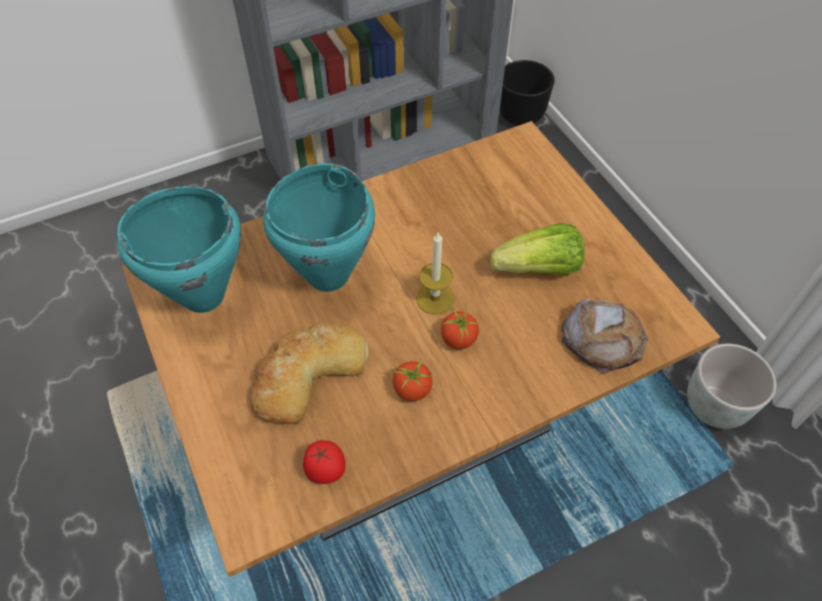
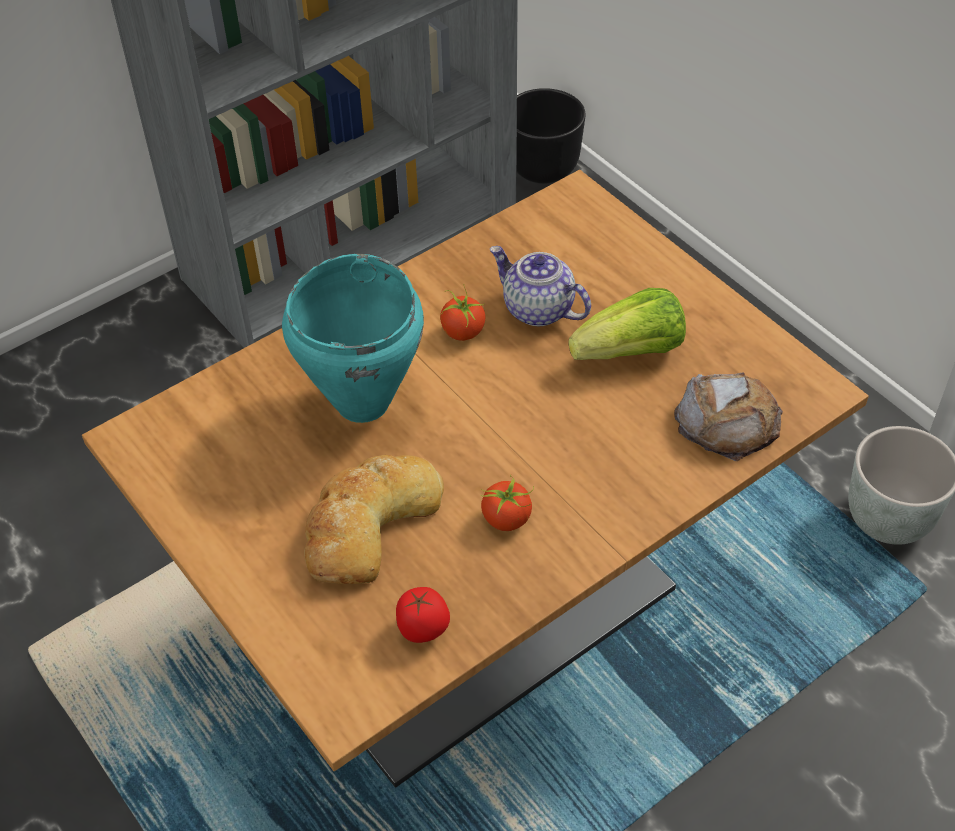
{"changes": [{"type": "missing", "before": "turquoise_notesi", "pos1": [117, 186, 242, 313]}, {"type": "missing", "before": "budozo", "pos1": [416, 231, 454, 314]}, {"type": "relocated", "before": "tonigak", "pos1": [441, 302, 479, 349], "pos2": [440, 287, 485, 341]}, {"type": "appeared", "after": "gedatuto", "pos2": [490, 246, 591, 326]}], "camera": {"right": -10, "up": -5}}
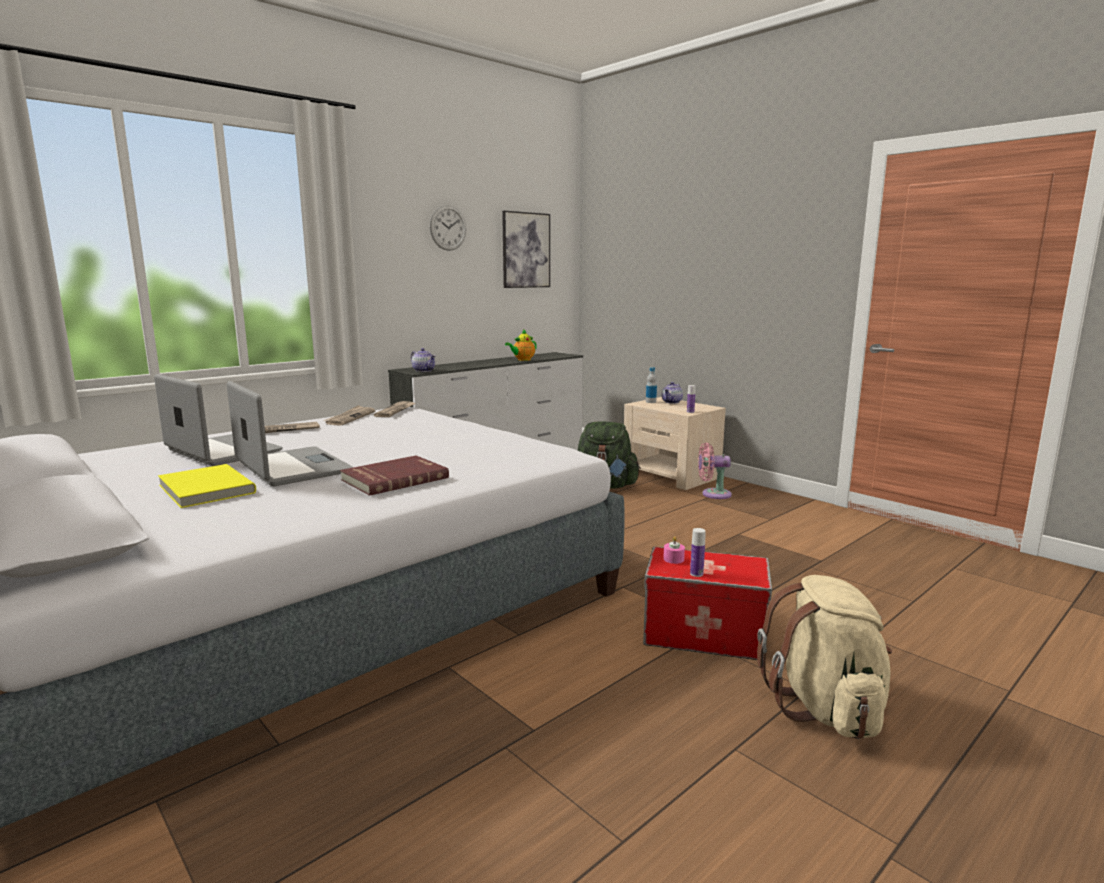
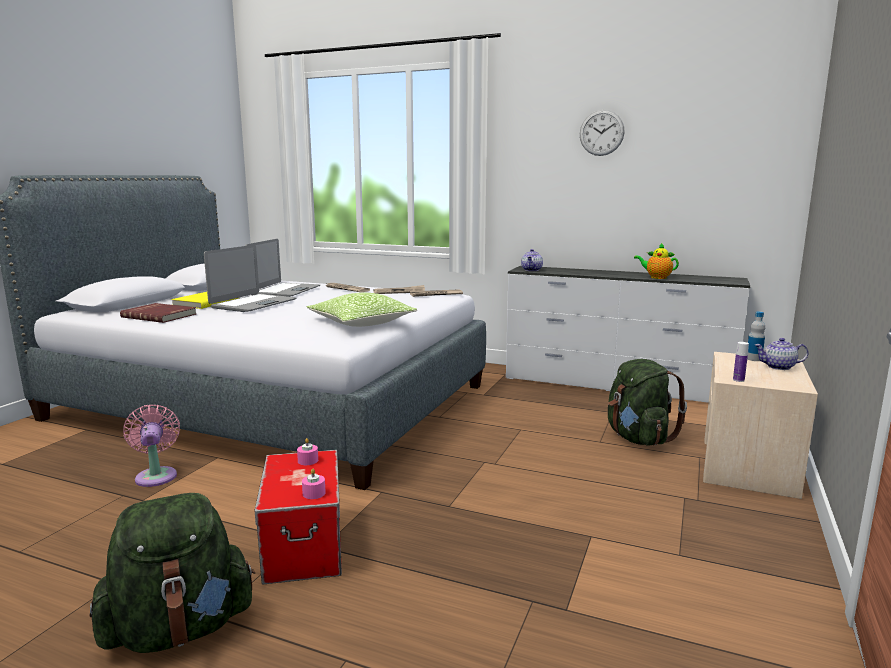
{"changes": [{"type": "relocated", "before": "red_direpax", "pos1": [340, 455, 449, 496], "pos2": [120, 303, 196, 323]}, {"type": "missing", "before": "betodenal", "pos1": [502, 211, 550, 288]}, {"type": "missing", "before": "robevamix", "pos1": [690, 528, 706, 577]}, {"type": "relocated", "before": "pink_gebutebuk", "pos1": [698, 443, 732, 499], "pos2": [123, 405, 180, 487]}, {"type": "colour", "before": "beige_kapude", "after": "green_kapude", "pos1": [757, 575, 892, 739], "pos2": [90, 493, 255, 653]}, {"type": "appeared", "after": "pink_budozo", "pos2": [302, 469, 326, 499]}, {"type": "appeared", "after": "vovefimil", "pos2": [307, 293, 417, 327]}], "camera": {"right": 65, "up": 0}}
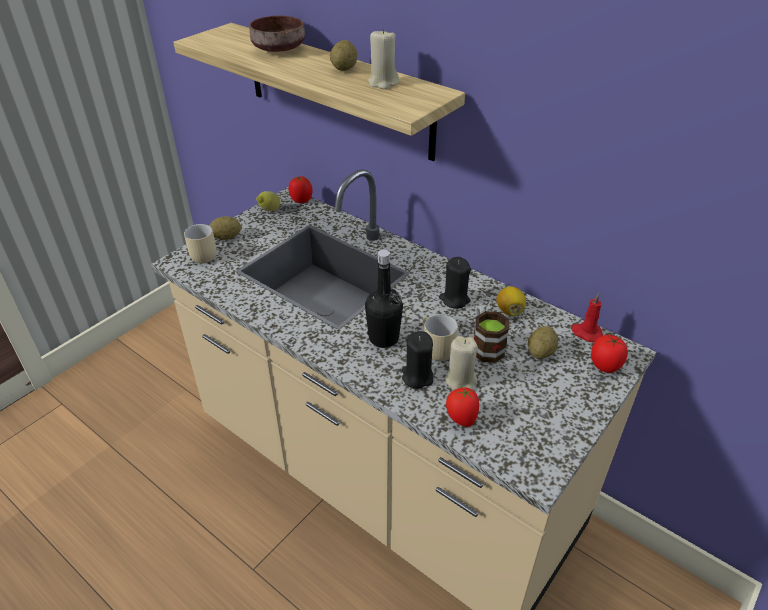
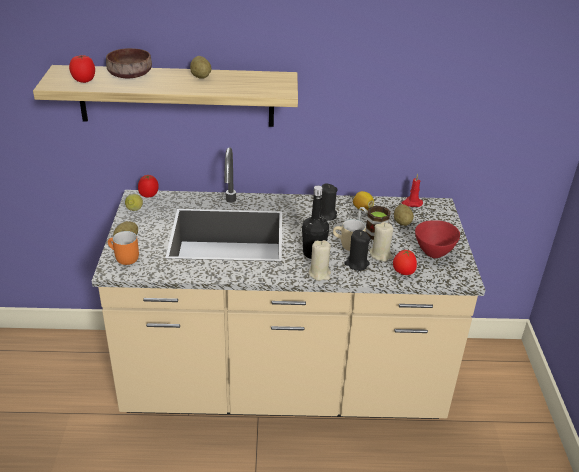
{"changes": [{"type": "colour", "before": "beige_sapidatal", "after": "orange_sapidatal", "pos1": [184, 224, 216, 263], "pos2": [108, 231, 139, 265]}, {"type": "relocated", "before": "beige_budozo", "pos1": [368, 28, 399, 89], "pos2": [309, 240, 331, 281]}, {"type": "relocated", "before": "tonigak", "pos1": [591, 335, 628, 373], "pos2": [69, 55, 95, 83]}, {"type": "appeared", "after": "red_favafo", "pos2": [415, 220, 460, 258]}], "camera": {"right": -40, "up": -5}}
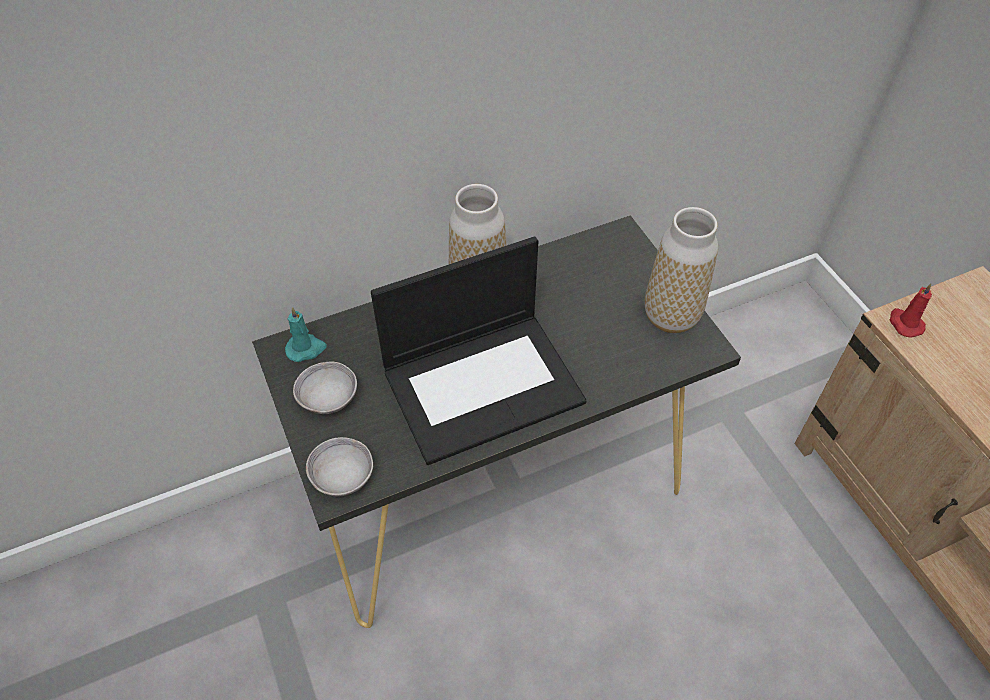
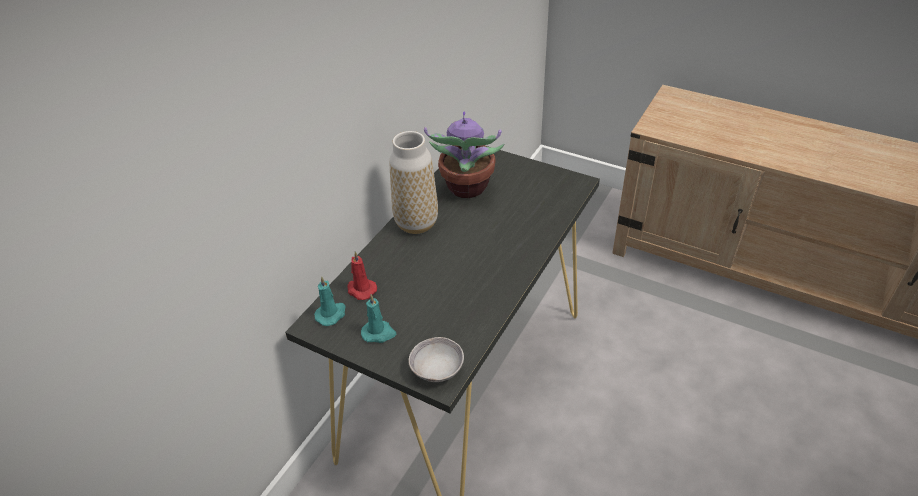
{"changes": [{"type": "exchanged", "before": "grey_favafo", "after": "turquoise_budozo", "pos1": [293, 362, 357, 414], "pos2": [361, 294, 396, 343]}, {"type": "missing", "before": "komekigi", "pos1": [371, 236, 587, 465]}, {"type": "missing", "before": "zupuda", "pos1": [645, 207, 718, 333]}, {"type": "relocated", "before": "red_budozo", "pos1": [890, 283, 932, 338], "pos2": [347, 251, 377, 300]}, {"type": "appeared", "after": "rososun", "pos2": [424, 112, 504, 198]}], "camera": {"right": -35, "up": -10}}
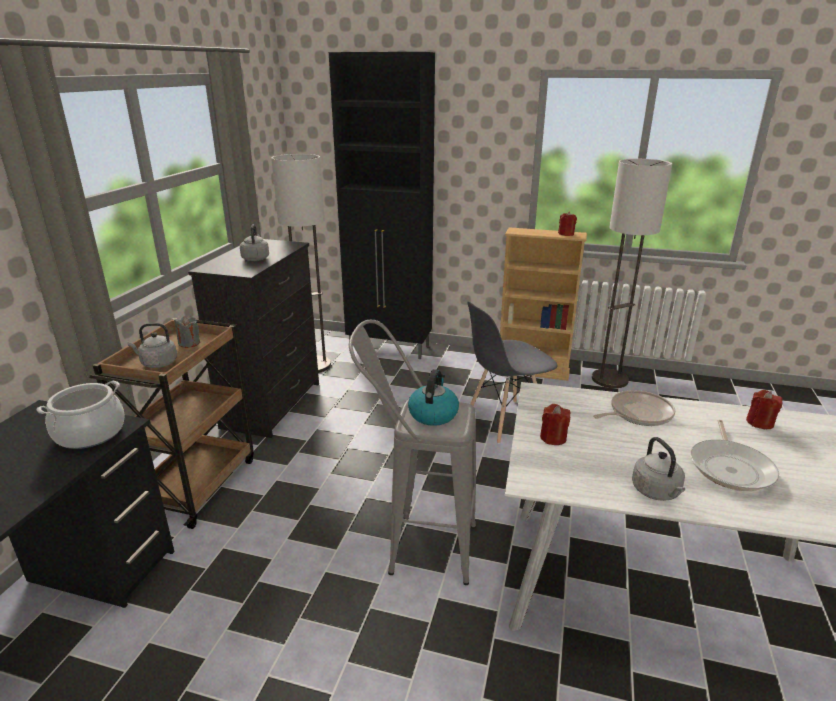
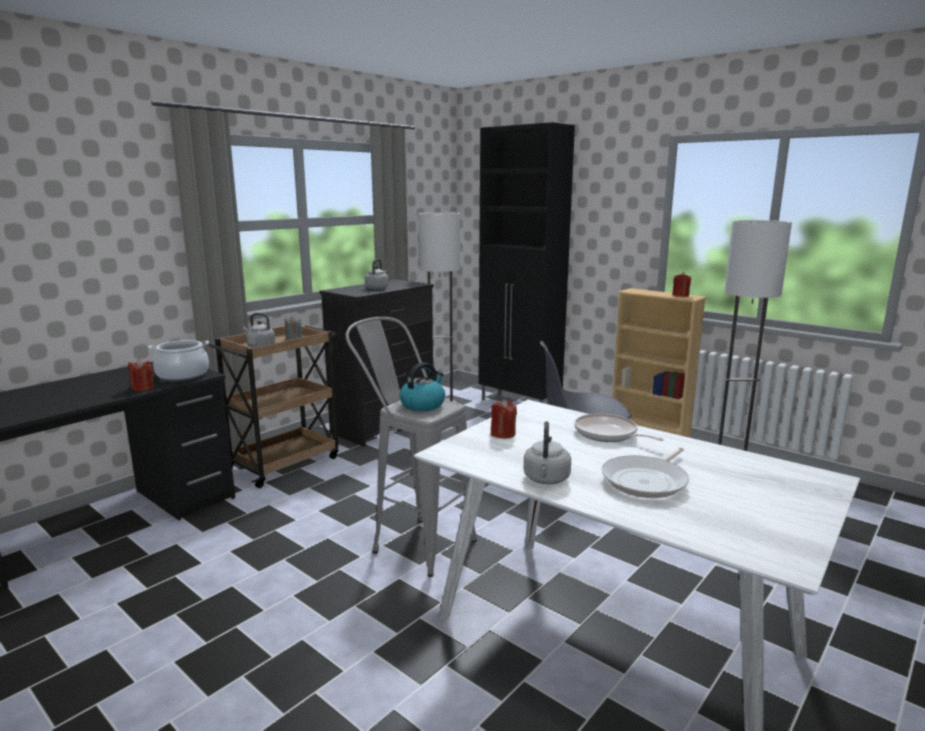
{"changes": [{"type": "spun", "before": "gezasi", "pos1": [593, 390, 675, 426], "pos2": [574, 413, 664, 442], "turn": -135}, {"type": "relocated", "before": "red_budozo", "pos1": [746, 390, 783, 429], "pos2": [128, 359, 154, 391]}], "camera": {"right": 25, "up": -10}}
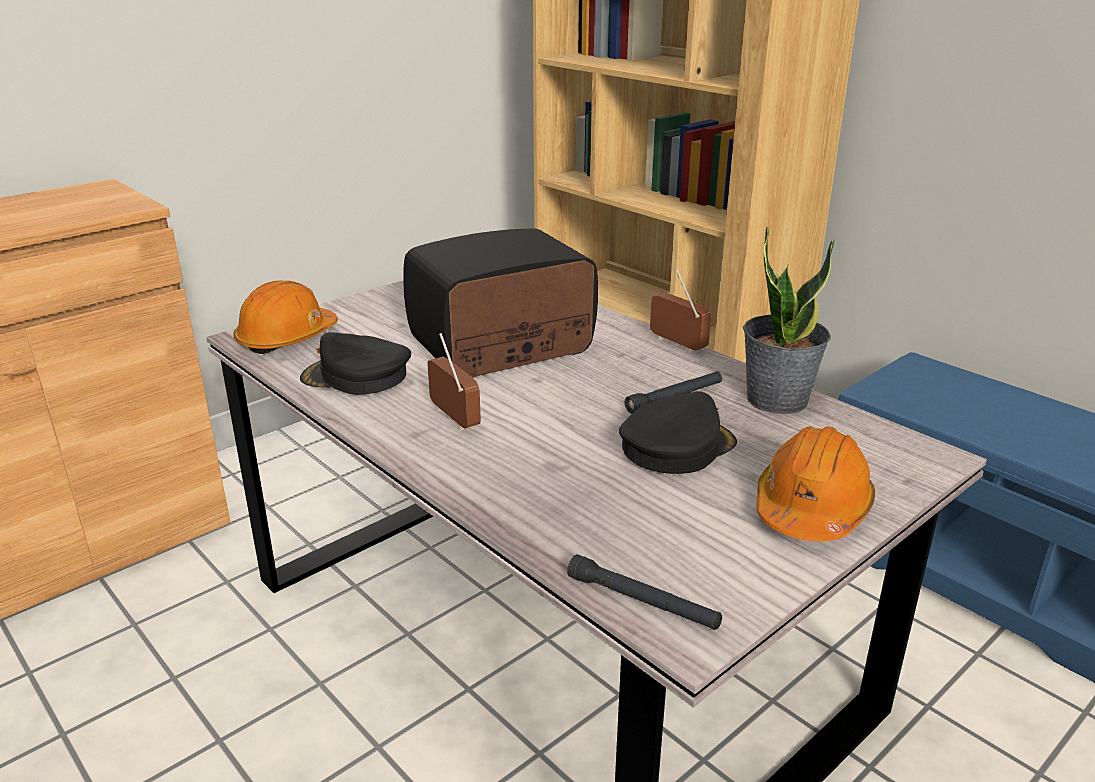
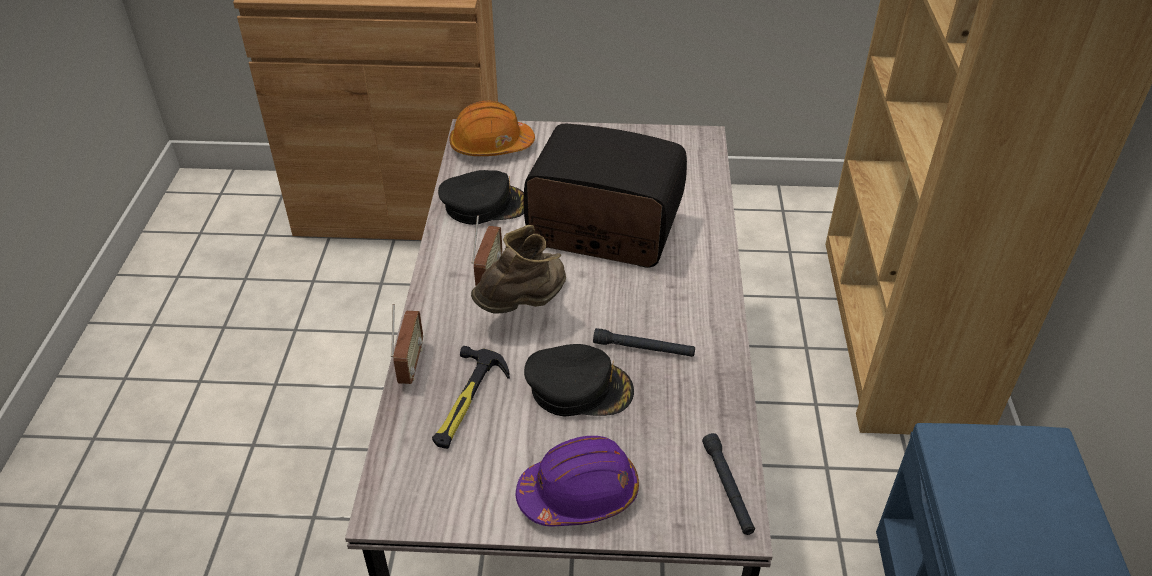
{"changes": [{"type": "spun", "before": "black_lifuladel", "pos1": [300, 332, 411, 395], "pos2": [438, 170, 524, 225], "turn": 120}, {"type": "relocated", "before": "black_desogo", "pos1": [567, 554, 722, 630], "pos2": [702, 433, 755, 535]}, {"type": "relocated", "before": "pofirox", "pos1": [650, 269, 711, 353], "pos2": [391, 304, 423, 384]}, {"type": "missing", "before": "rososun", "pos1": [743, 226, 835, 414]}, {"type": "colour", "before": "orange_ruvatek", "after": "purple_ruvatek", "pos1": [756, 426, 875, 541], "pos2": [516, 436, 639, 526]}, {"type": "appeared", "after": "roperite", "pos2": [432, 346, 510, 449]}, {"type": "appeared", "after": "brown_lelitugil", "pos2": [471, 225, 566, 314]}], "camera": {"right": 45, "up": 15}}
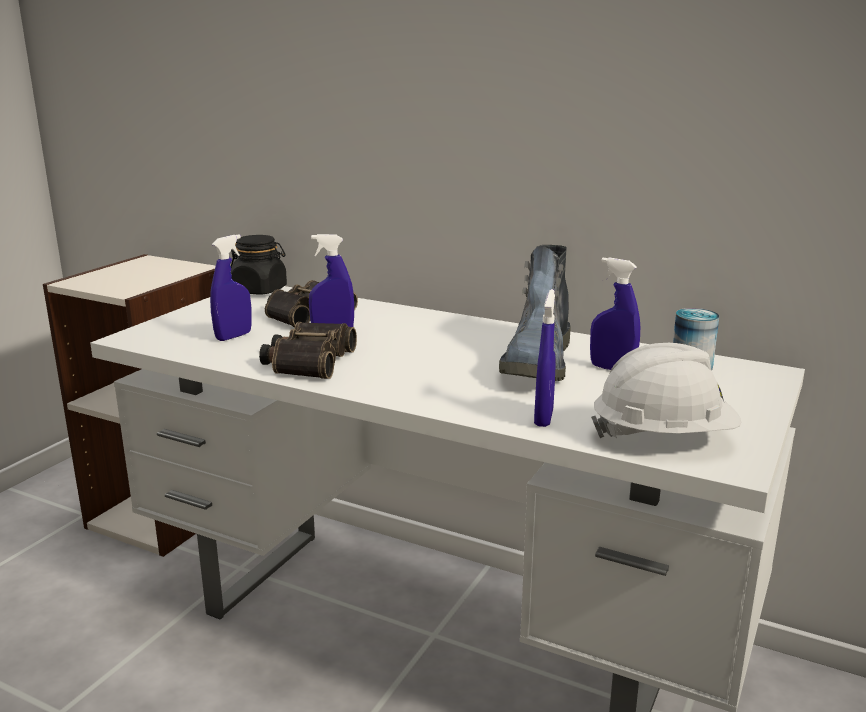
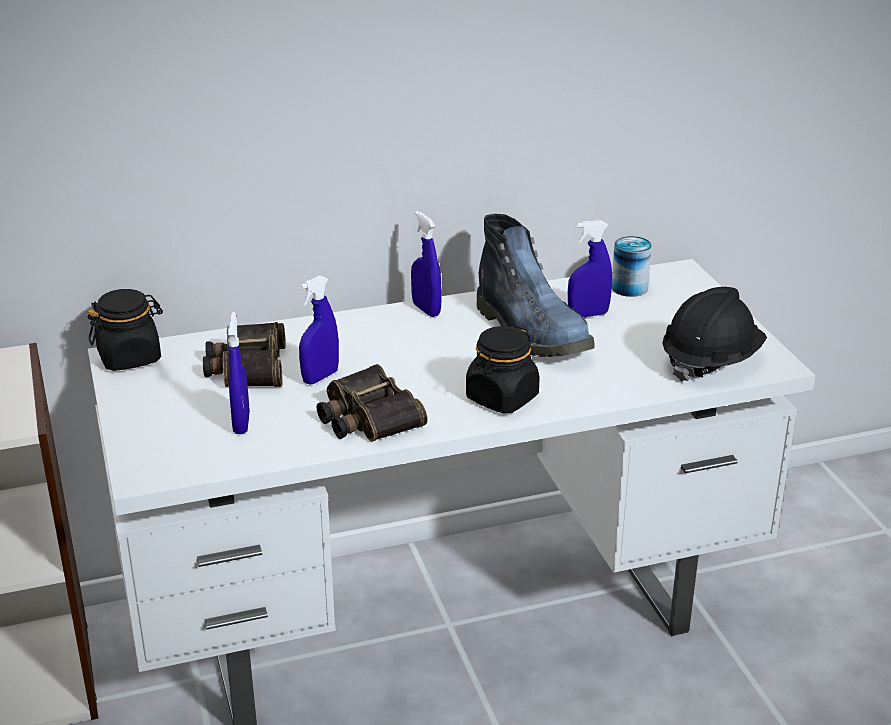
{"changes": [{"type": "relocated", "before": "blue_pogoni", "pos1": [534, 289, 556, 427], "pos2": [411, 211, 442, 317]}, {"type": "colour", "before": "white_ruvatek", "after": "black_ruvatek", "pos1": [591, 343, 741, 438], "pos2": [662, 287, 767, 382]}, {"type": "appeared", "after": "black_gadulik", "pos2": [466, 325, 540, 413]}], "camera": {"right": -45, "up": 10}}
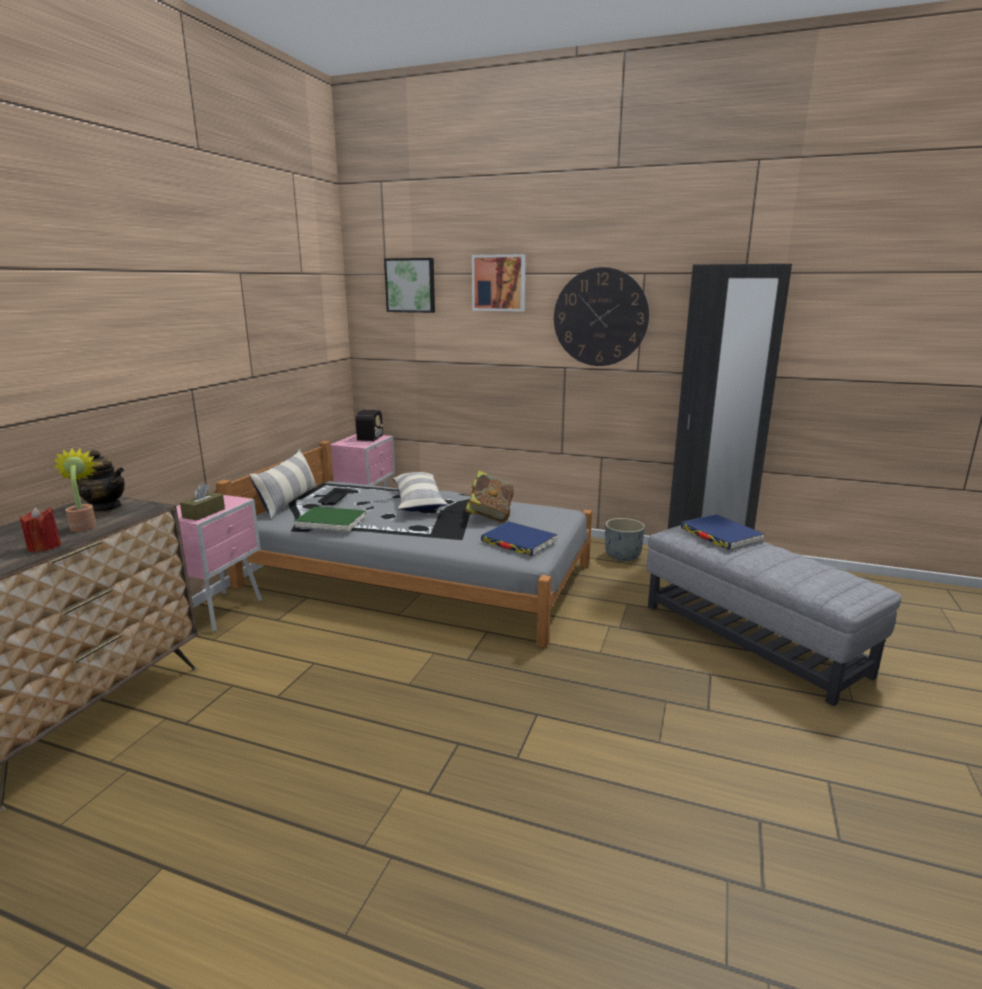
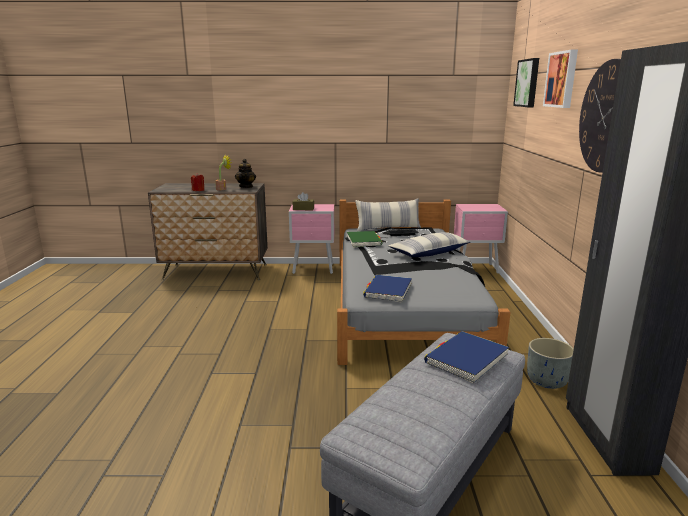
{"changes": [{"type": "missing", "before": "pofirox", "pos1": [345, 410, 384, 445]}, {"type": "missing", "before": "direpax", "pos1": [465, 470, 514, 523]}], "camera": {"right": 70, "up": 0}}
